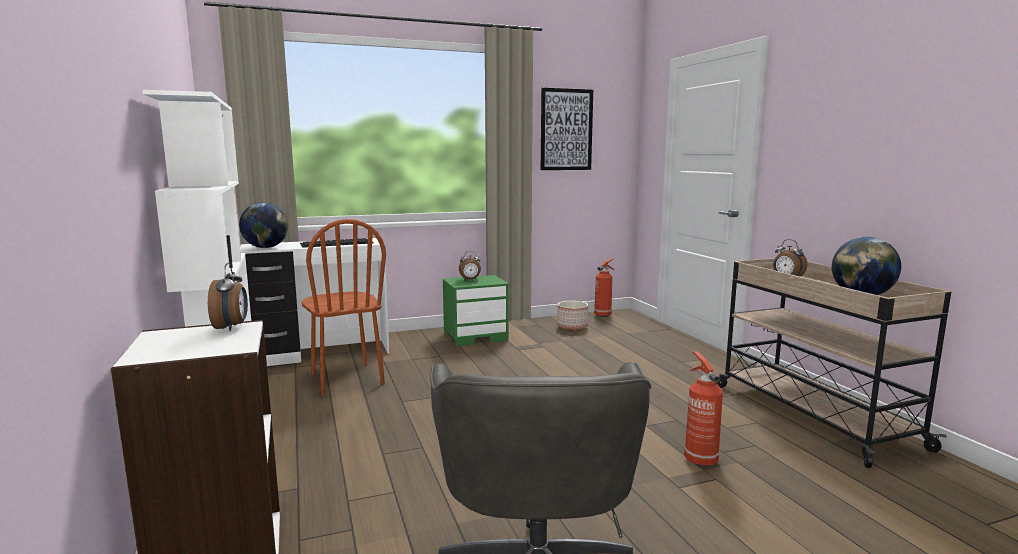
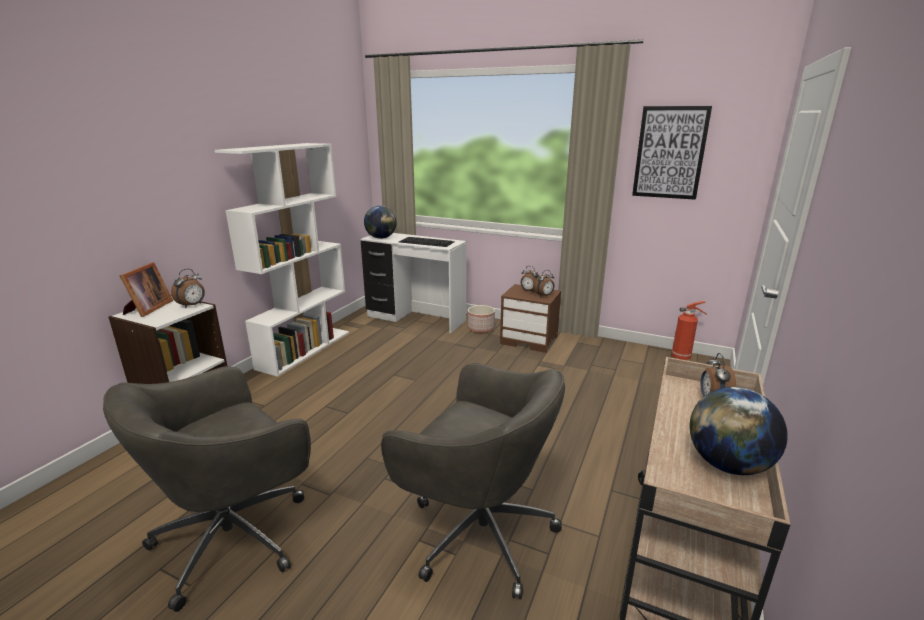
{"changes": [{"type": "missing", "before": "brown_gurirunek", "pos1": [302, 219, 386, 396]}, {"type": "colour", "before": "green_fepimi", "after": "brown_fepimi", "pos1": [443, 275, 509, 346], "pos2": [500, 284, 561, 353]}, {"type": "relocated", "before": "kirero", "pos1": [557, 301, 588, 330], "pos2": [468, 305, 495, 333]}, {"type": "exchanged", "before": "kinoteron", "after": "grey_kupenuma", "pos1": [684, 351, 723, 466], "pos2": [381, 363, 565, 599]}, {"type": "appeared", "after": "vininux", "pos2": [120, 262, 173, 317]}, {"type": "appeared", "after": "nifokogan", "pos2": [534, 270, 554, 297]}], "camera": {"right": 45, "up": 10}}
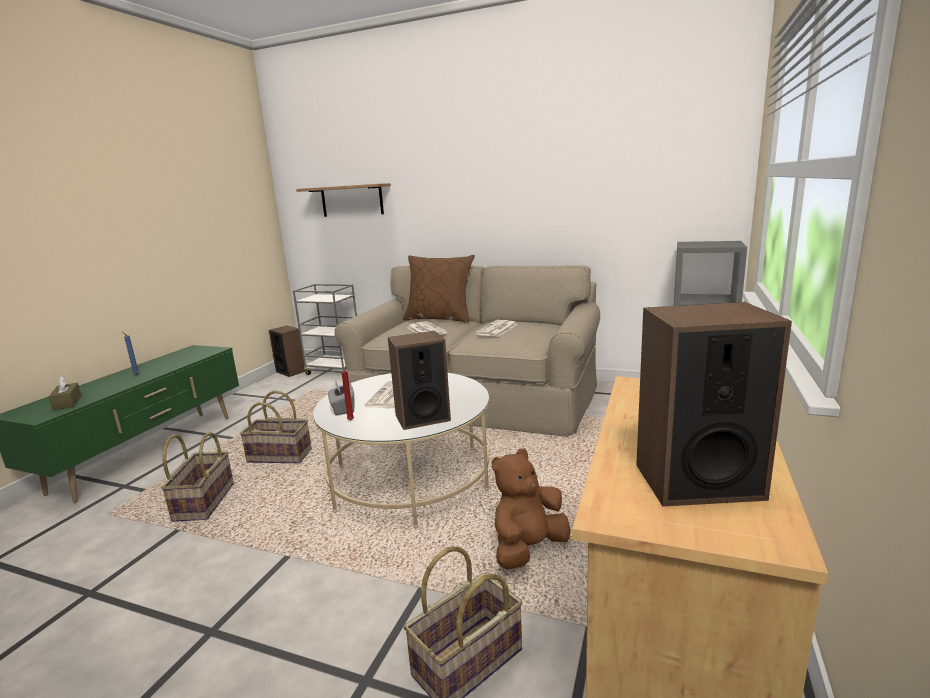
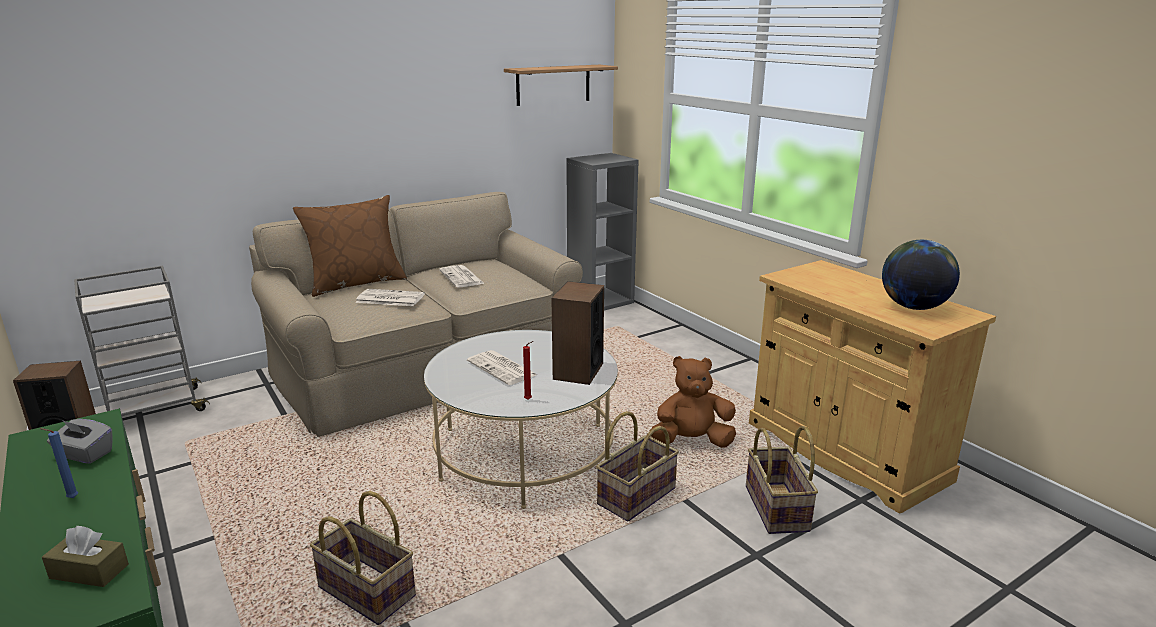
{"changes": [{"type": "relocated", "before": "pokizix", "pos1": [240, 391, 312, 463], "pos2": [596, 411, 679, 521]}, {"type": "relocated", "before": "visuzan", "pos1": [296, 183, 391, 217], "pos2": [504, 65, 618, 106]}, {"type": "relocated", "before": "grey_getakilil", "pos1": [328, 380, 355, 415], "pos2": [47, 419, 113, 464]}, {"type": "spun", "before": "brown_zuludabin", "pos1": [492, 448, 571, 570], "pos2": [649, 356, 736, 448], "turn": 90}, {"type": "exchanged", "before": "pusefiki", "after": "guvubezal", "pos1": [636, 302, 792, 506], "pos2": [882, 240, 960, 310]}], "camera": {"right": -55, "up": 5}}
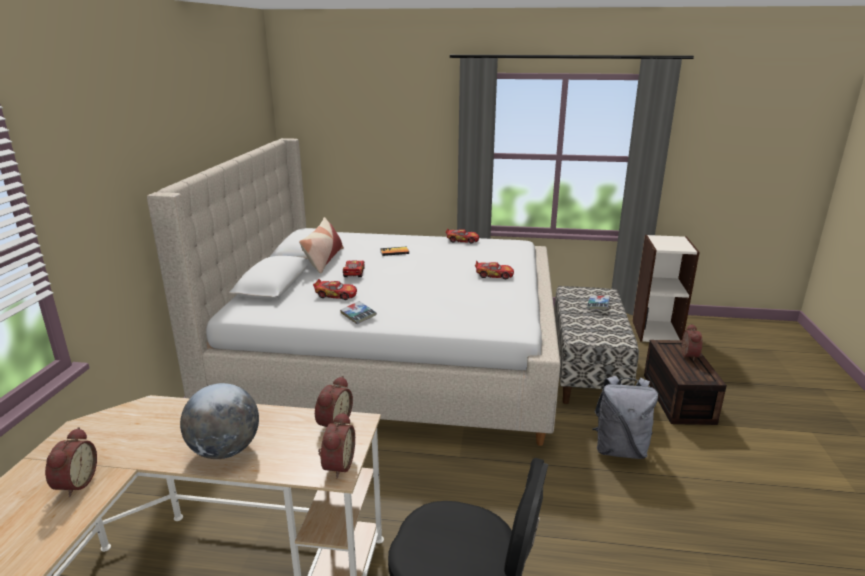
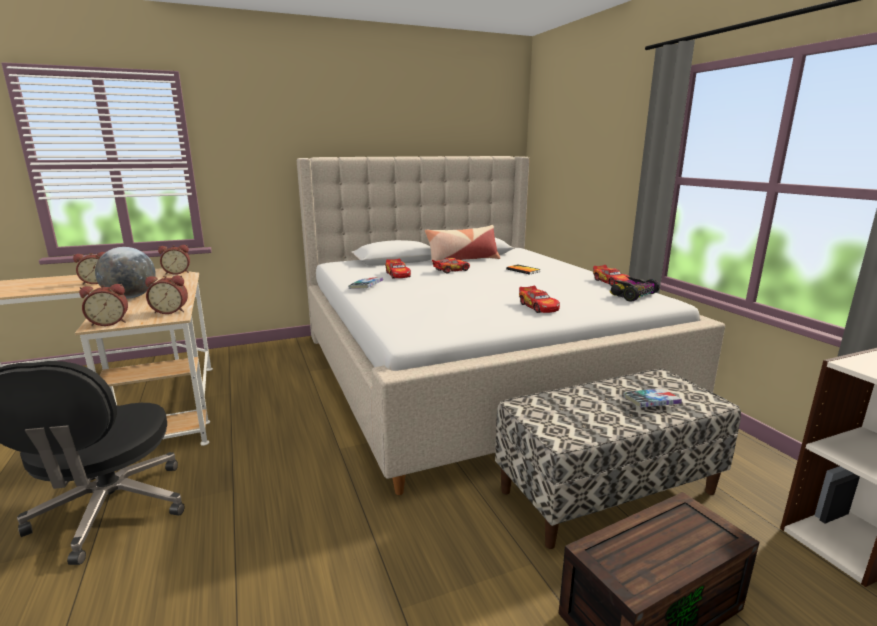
{"changes": [{"type": "missing", "before": "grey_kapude", "pos1": [592, 376, 658, 459]}, {"type": "relocated", "before": "nifokogan", "pos1": [682, 324, 702, 361], "pos2": [158, 245, 190, 275]}, {"type": "appeared", "after": "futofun", "pos2": [610, 276, 660, 302]}], "camera": {"right": 60, "up": -5}}
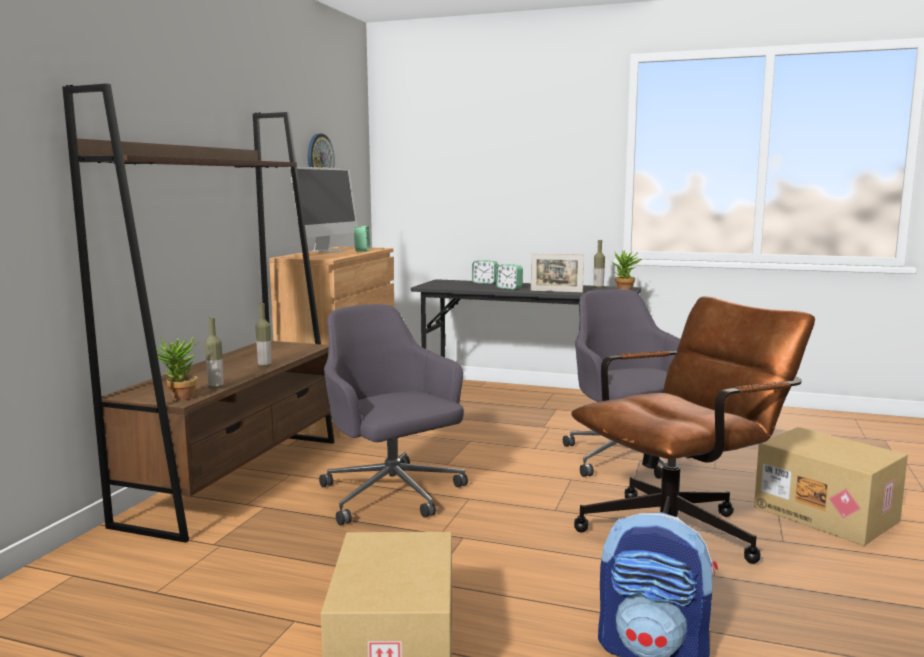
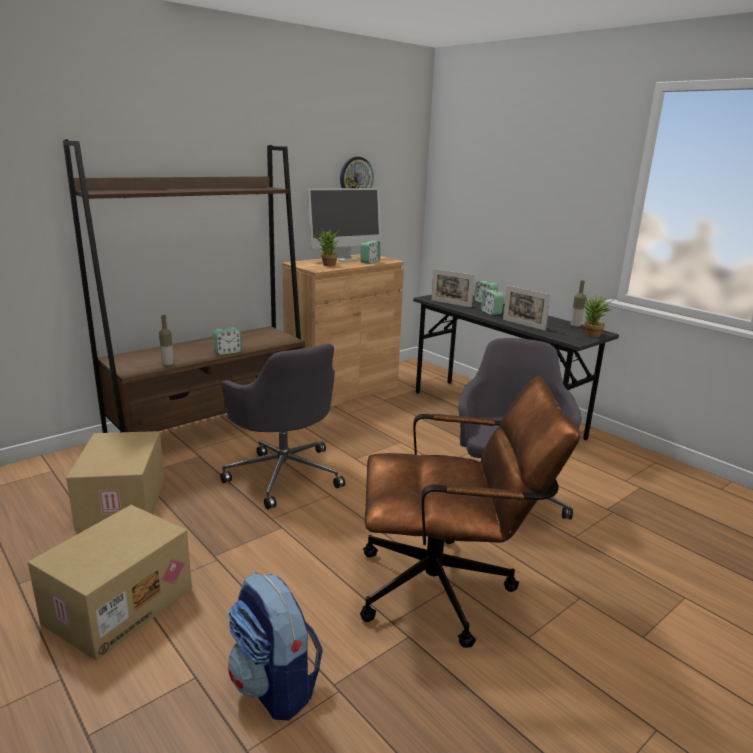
{"changes": [{"type": "relocated", "before": "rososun", "pos1": [156, 336, 199, 400], "pos2": [313, 227, 339, 266]}, {"type": "exchanged", "before": "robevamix", "after": "nifokogan", "pos1": [255, 303, 272, 367], "pos2": [213, 327, 242, 355]}, {"type": "spun", "before": "grey_kupenuma", "pos1": [319, 304, 468, 525], "pos2": [220, 343, 345, 509], "turn": 150}, {"type": "relocated", "before": "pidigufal", "pos1": [754, 427, 908, 546], "pos2": [66, 431, 165, 531]}, {"type": "appeared", "after": "vininux", "pos2": [431, 269, 475, 308]}], "camera": {"right": 30, "up": 10}}
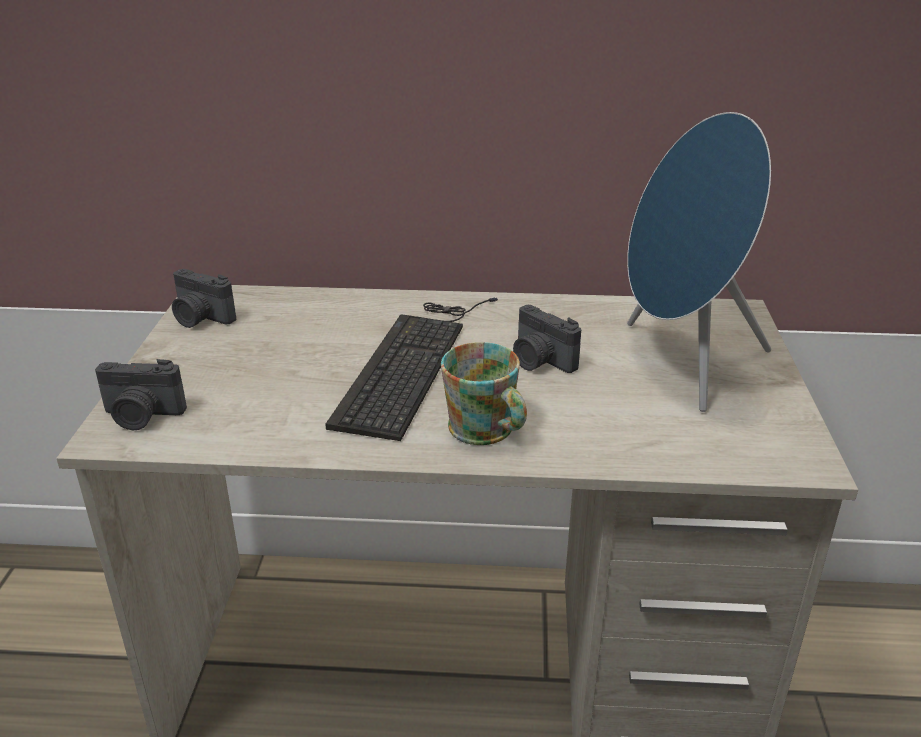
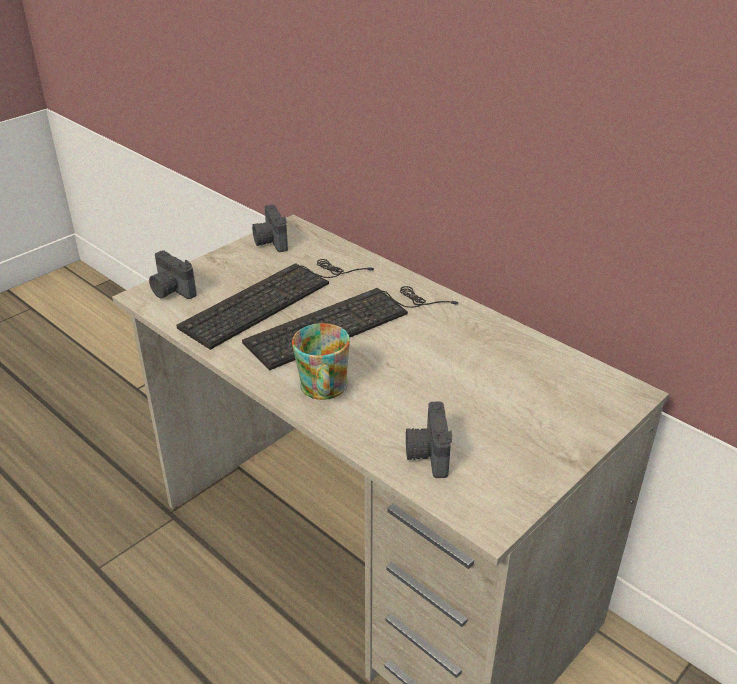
{"changes": [{"type": "relocated", "before": "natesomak", "pos1": [513, 305, 581, 373], "pos2": [406, 401, 452, 478]}, {"type": "missing", "before": "blue_pusefiki", "pos1": [627, 112, 771, 412]}, {"type": "appeared", "after": "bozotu", "pos2": [176, 259, 374, 350]}], "camera": {"right": 40, "up": 5}}
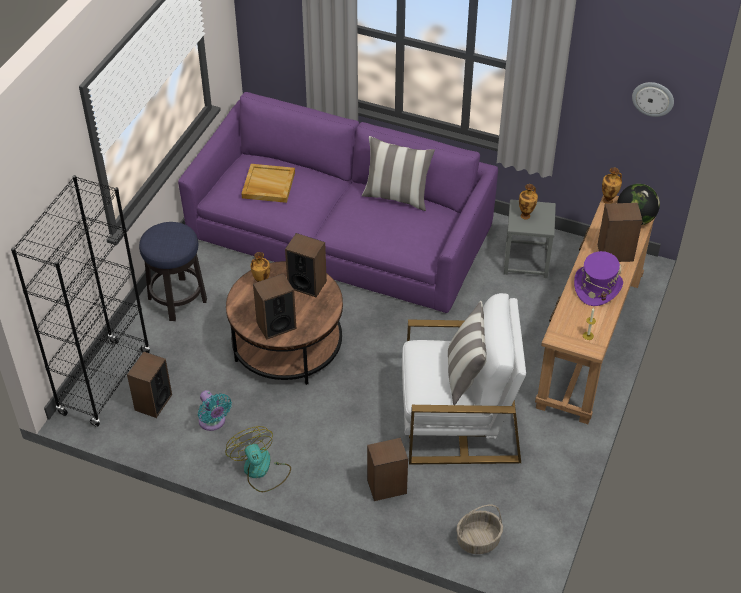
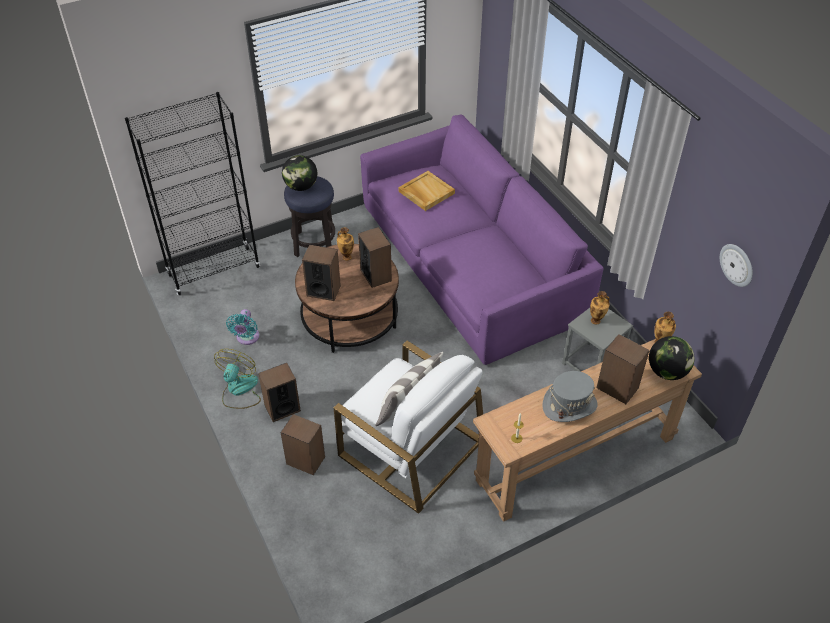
{"changes": [{"type": "relocated", "before": "pusefiki", "pos1": [127, 351, 172, 418], "pos2": [258, 363, 301, 422]}, {"type": "missing", "before": "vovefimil", "pos1": [362, 136, 435, 211]}, {"type": "missing", "before": "pokizix", "pos1": [456, 505, 503, 554]}, {"type": "colour", "before": "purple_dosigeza", "after": "grey_dosigeza", "pos1": [574, 251, 623, 306], "pos2": [542, 371, 598, 422]}, {"type": "appeared", "after": "guvubezal", "pos2": [282, 155, 317, 191]}], "camera": {"right": 40, "up": 0}}
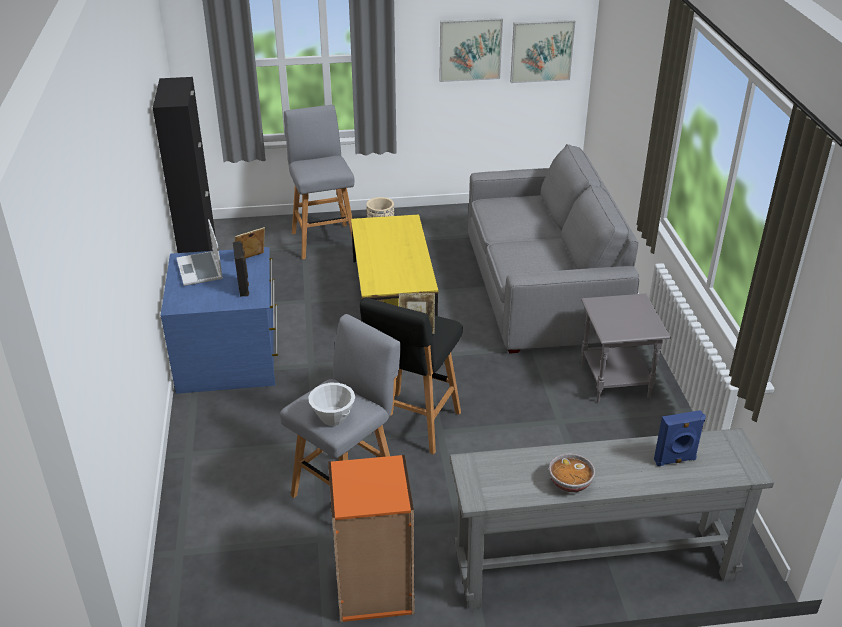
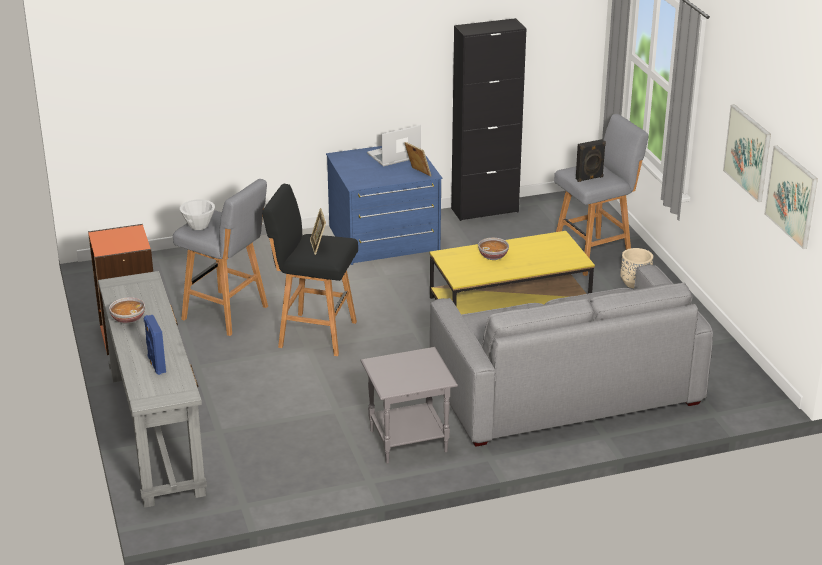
{"changes": [{"type": "relocated", "before": "black_pusefiki", "pos1": [233, 241, 249, 297], "pos2": [576, 139, 606, 182]}, {"type": "appeared", "after": "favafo", "pos2": [478, 238, 509, 260]}], "camera": {"right": 80, "up": -5}}
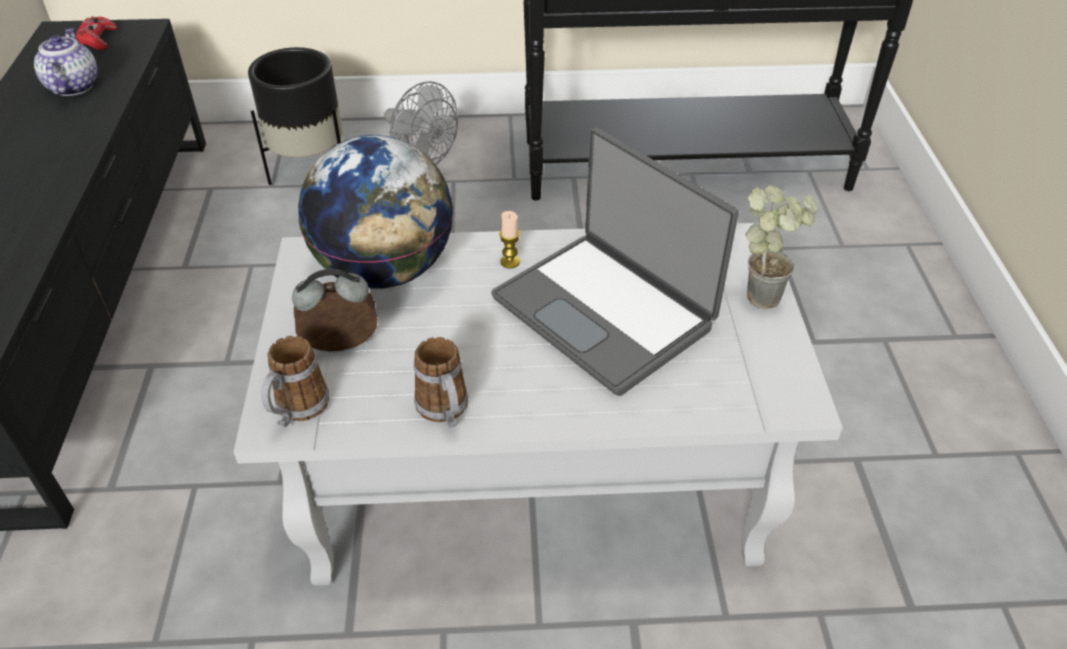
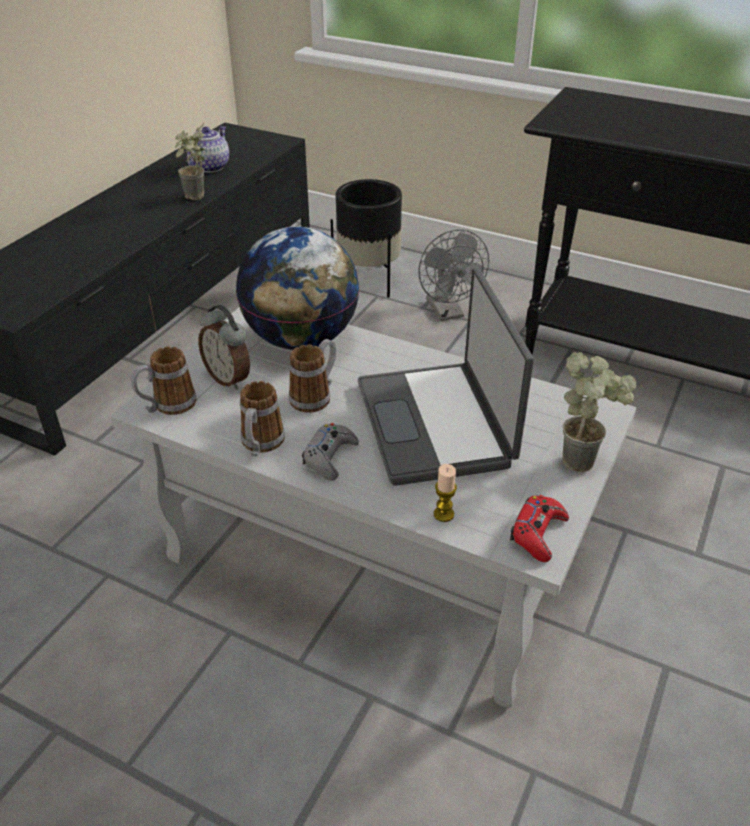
{"changes": [{"type": "relocated", "before": "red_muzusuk", "pos1": [75, 16, 117, 50], "pos2": [510, 495, 569, 562]}, {"type": "spun", "before": "nifokogan", "pos1": [292, 269, 378, 351], "pos2": [198, 305, 250, 390], "turn": -150}, {"type": "relocated", "before": "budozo", "pos1": [499, 211, 520, 268], "pos2": [434, 464, 457, 522]}, {"type": "appeared", "after": "rososun", "pos2": [175, 122, 205, 200]}, {"type": "appeared", "after": "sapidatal", "pos2": [289, 339, 336, 413]}, {"type": "appeared", "after": "grey_muzusuk", "pos2": [302, 423, 359, 481]}], "camera": {"right": 30, "up": -5}}
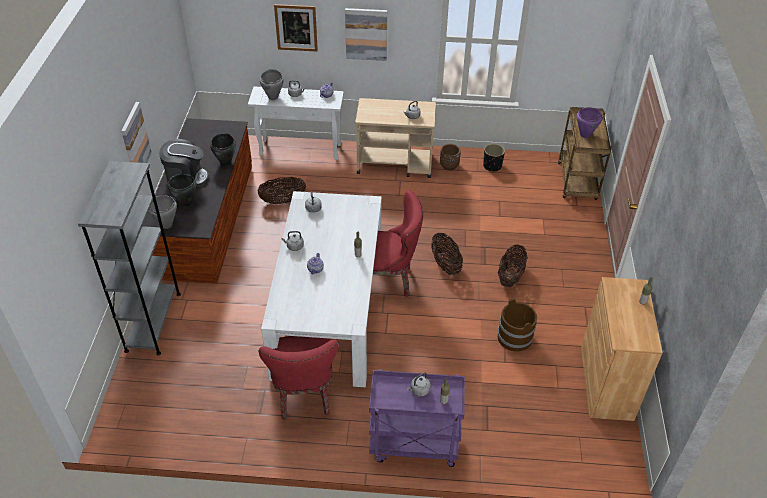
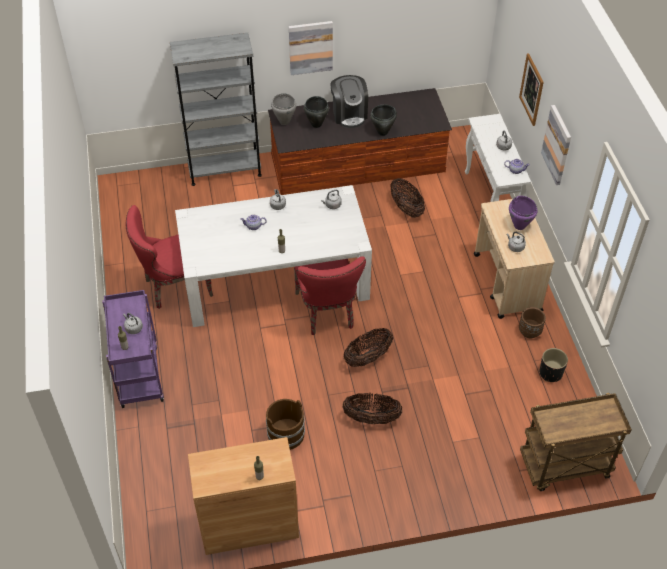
{"changes": [{"type": "missing", "before": "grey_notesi", "pos1": [260, 69, 283, 100]}, {"type": "relocated", "before": "purple_notesi", "pos1": [577, 107, 603, 138], "pos2": [509, 196, 537, 230]}], "camera": {"right": 75, "up": 5}}
